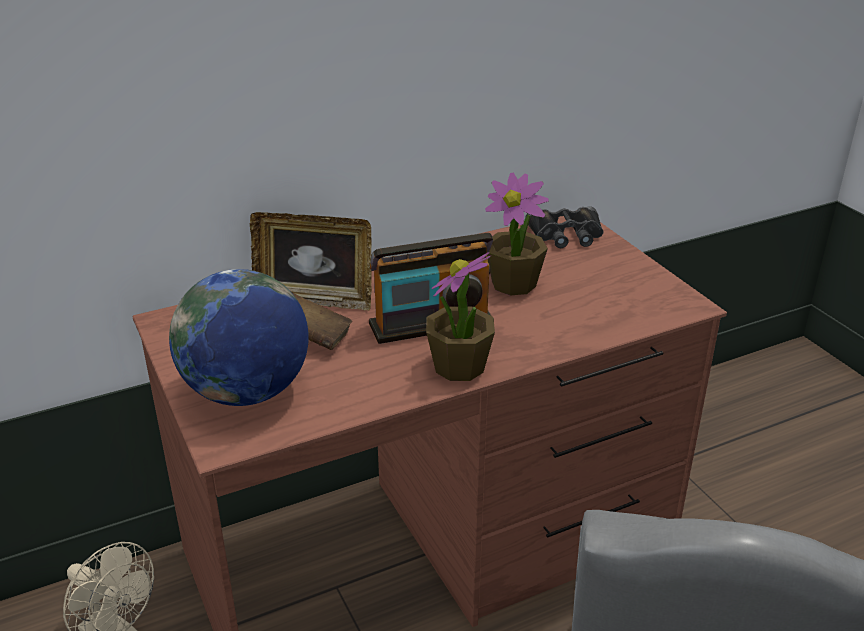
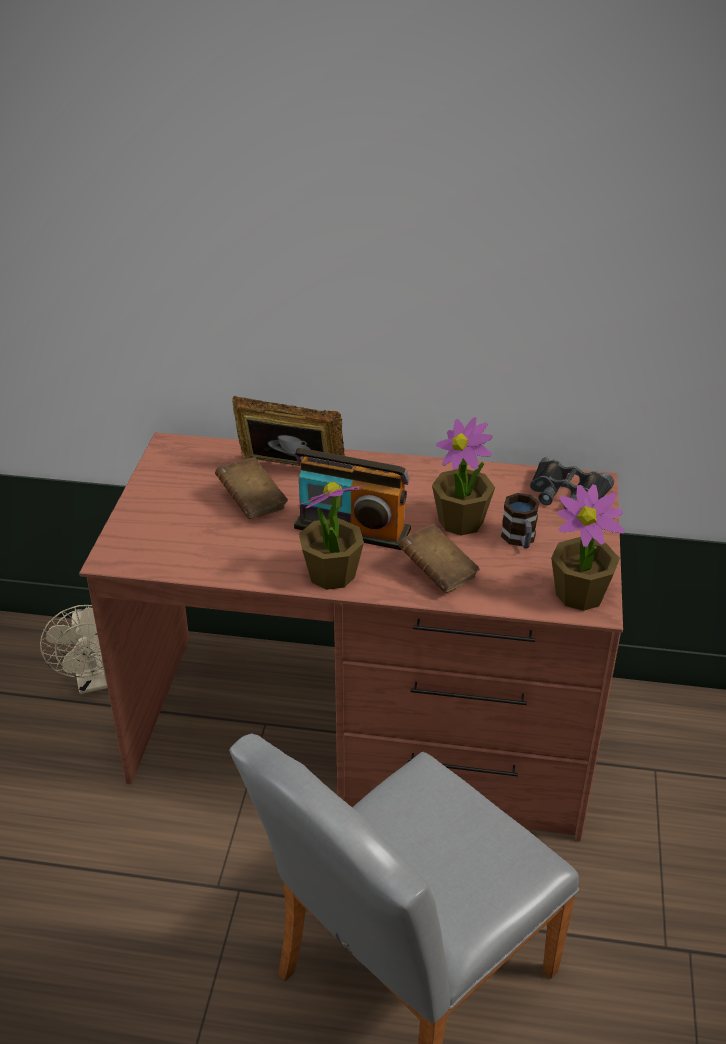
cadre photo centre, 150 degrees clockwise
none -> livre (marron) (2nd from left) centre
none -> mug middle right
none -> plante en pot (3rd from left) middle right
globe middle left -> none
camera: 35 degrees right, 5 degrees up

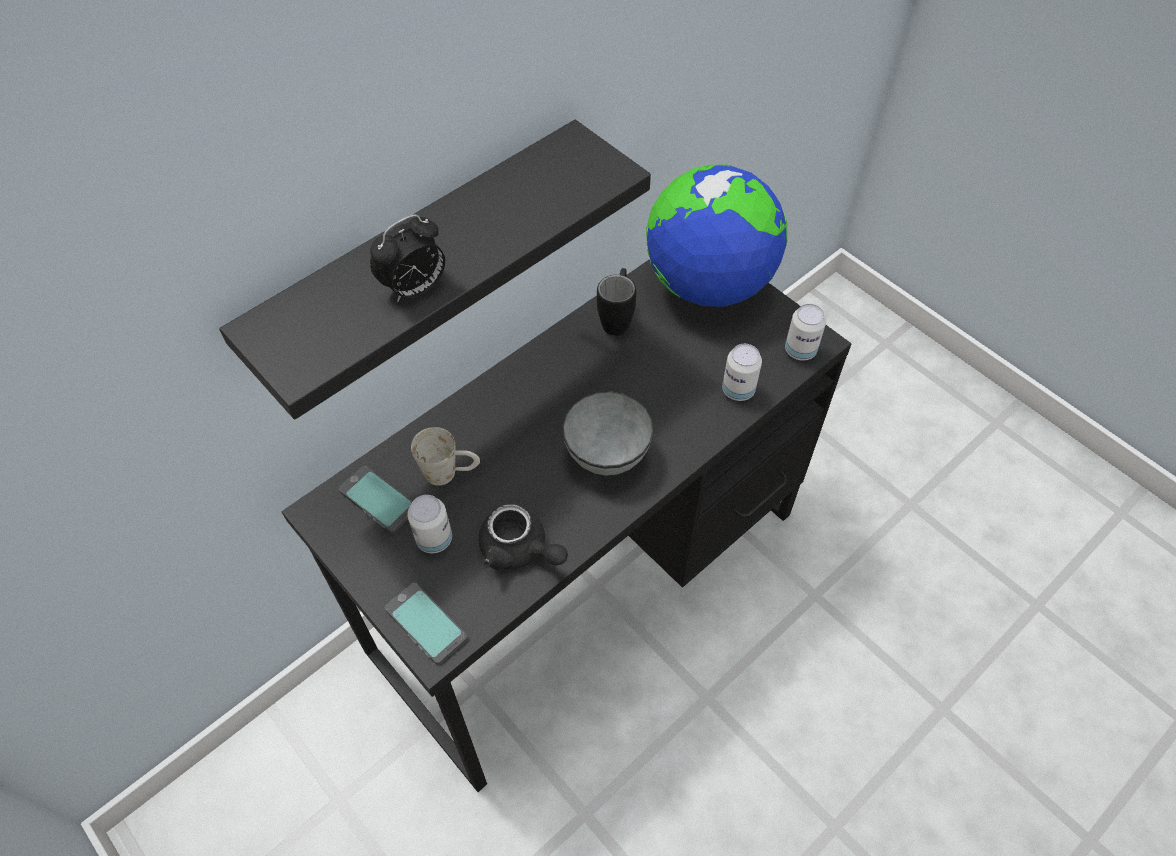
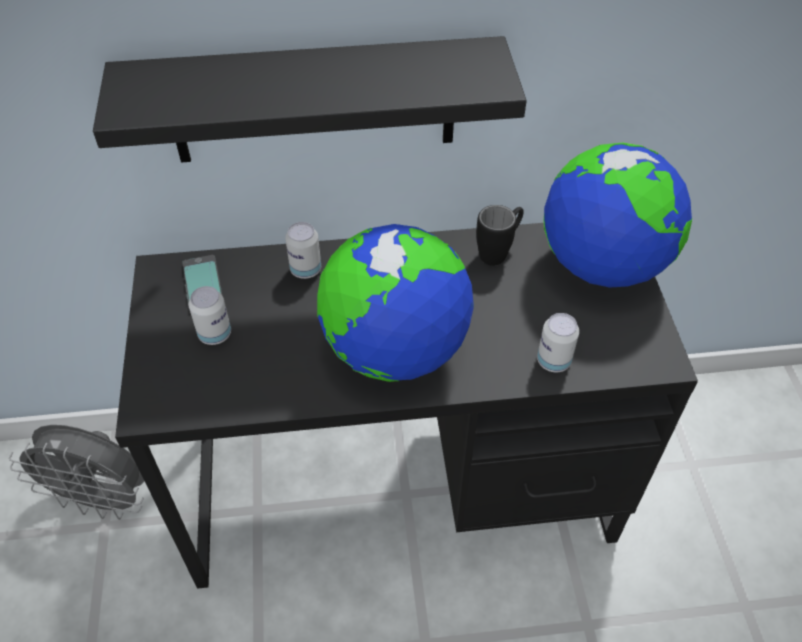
none -> ventilateur (gris) bottom left
boîte métallique (3rd from left in the first image) middle right -> boîte métallique (2nd from left) centre, moved
bol (gris) centre -> globe (1st from left) centre
réveil top centre -> none
téléphone (2nd from left) bottom centre -> none
mug (blanc) centre -> none
théière (noir) centre -> none
camera: 35 degrees right, 5 degrees down

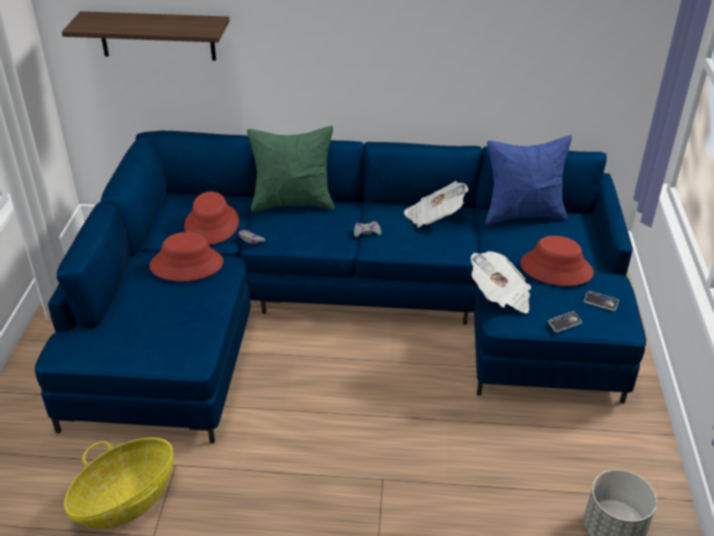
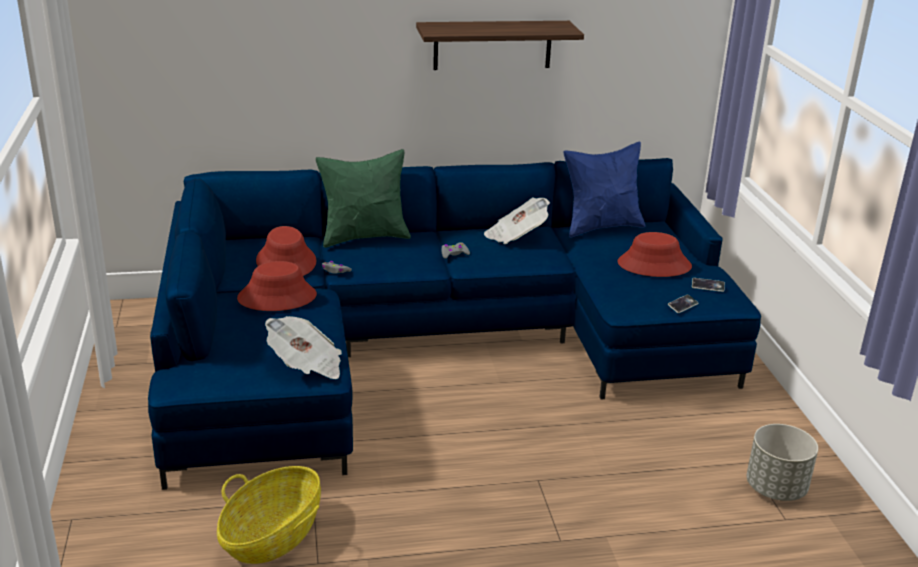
journal (2nd from left in the first image) middle right -> journal (1st from left) middle left, moved
étagère top left -> étagère top centre, moved
camera: 15 degrees left, 10 degrees down

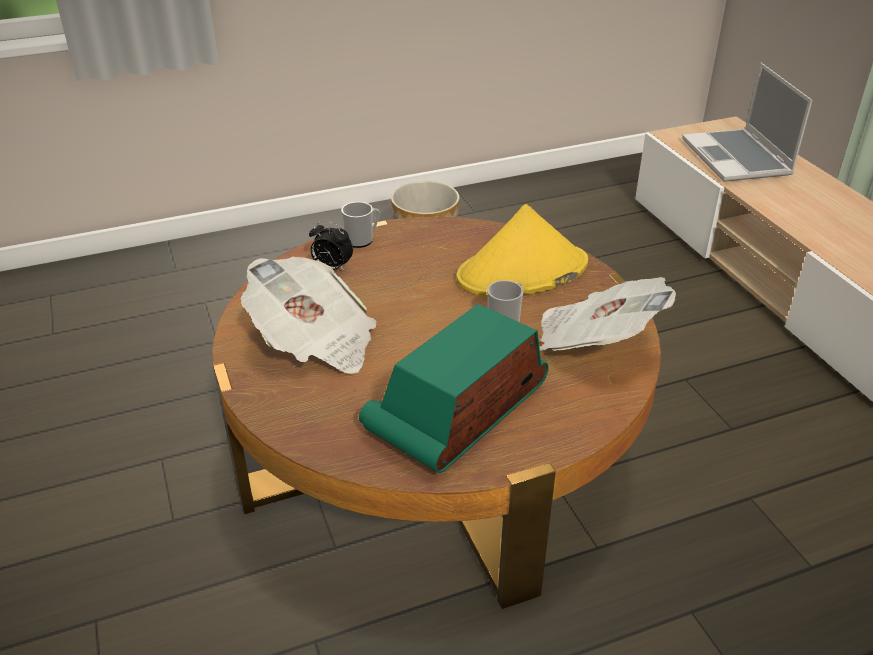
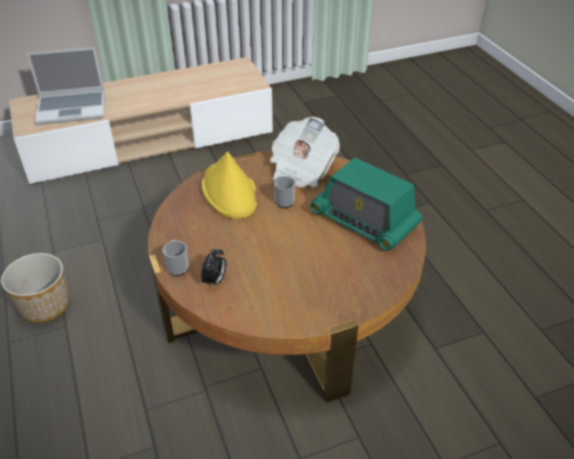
journal (1st from left) centre -> none
camera: 90 degrees left, 5 degrees up

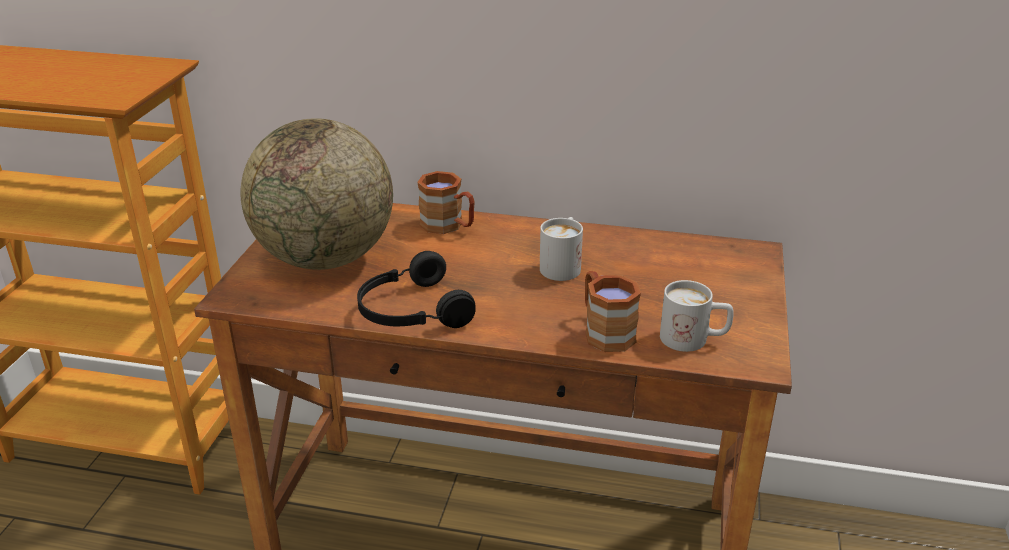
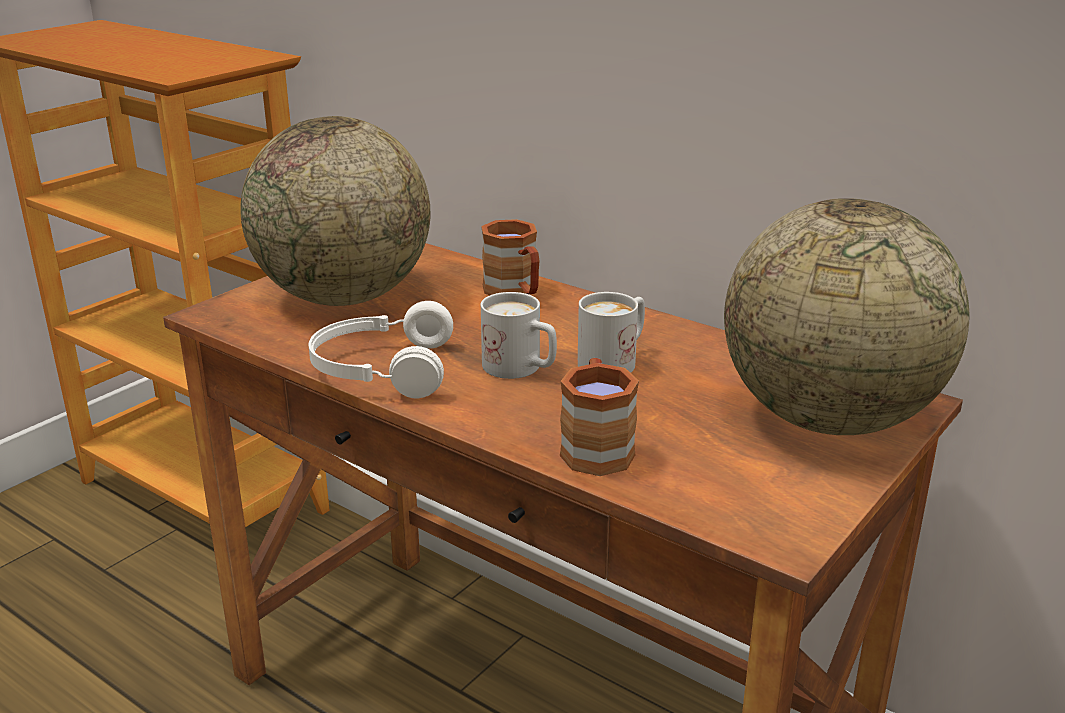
casque audio (noir) centre -> casque audio (blanc) centre
mug (blanc) (2nd from left in the first image) middle right -> mug (blanc) (1st from left) centre, moved
none -> globe (2nd from left) middle right
camera: 25 degrees right, 5 degrees down

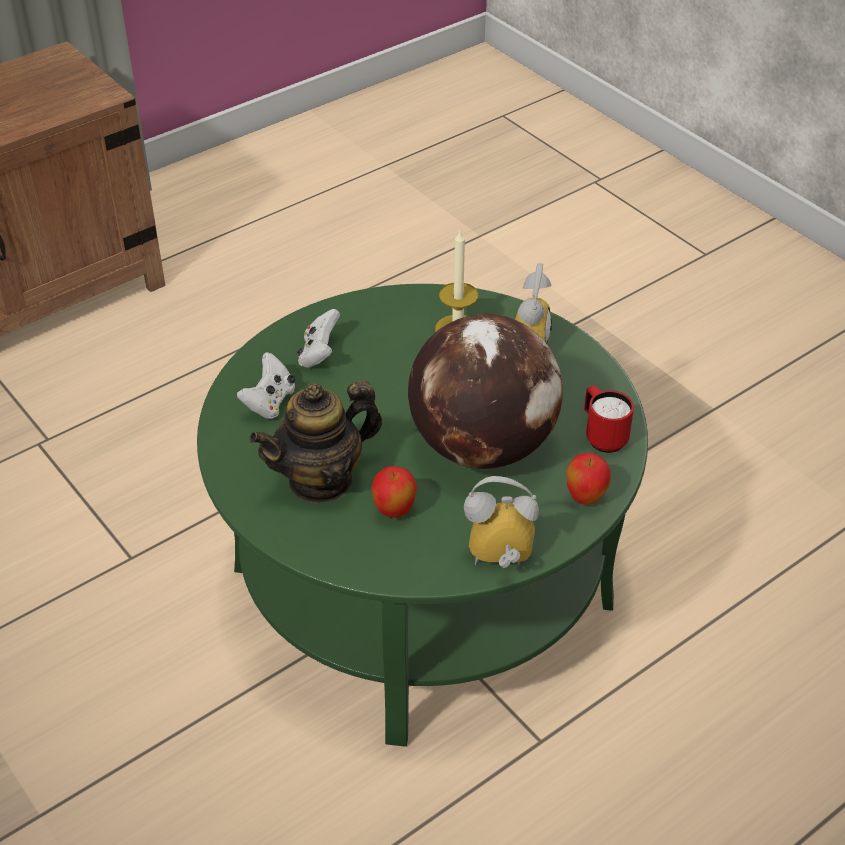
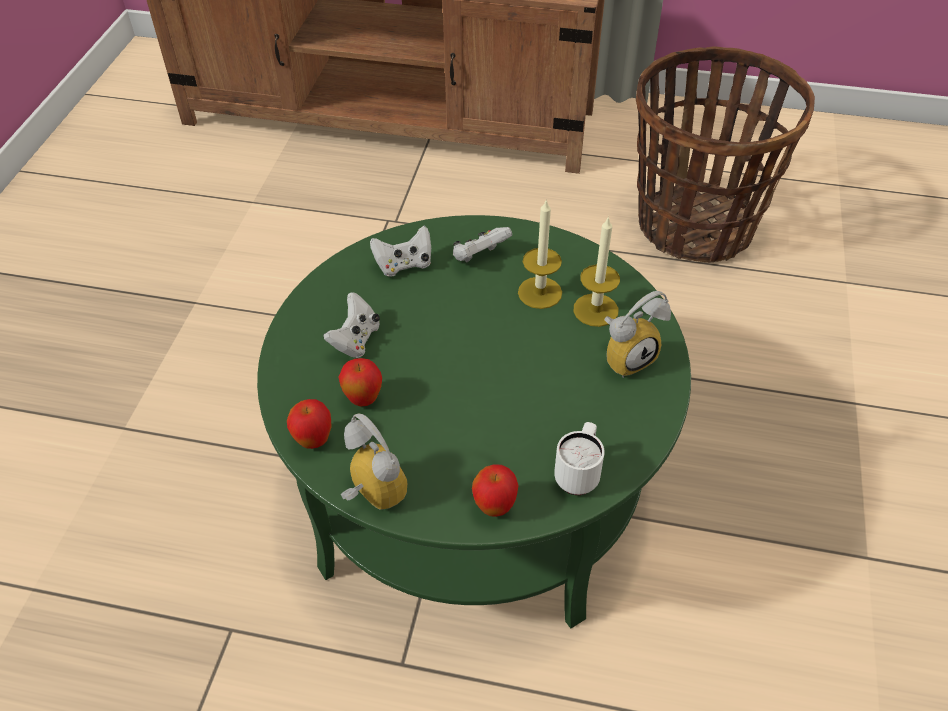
none -> pomme (1st from left) middle left
théière centre -> manette (blanc) (1st from left) centre
none -> bougie (1st from left) centre
mug (rouge) middle right -> mug (blanc) centre
none -> panier top right
globe centre -> none
camera: 50 degrees right, 5 degrees up

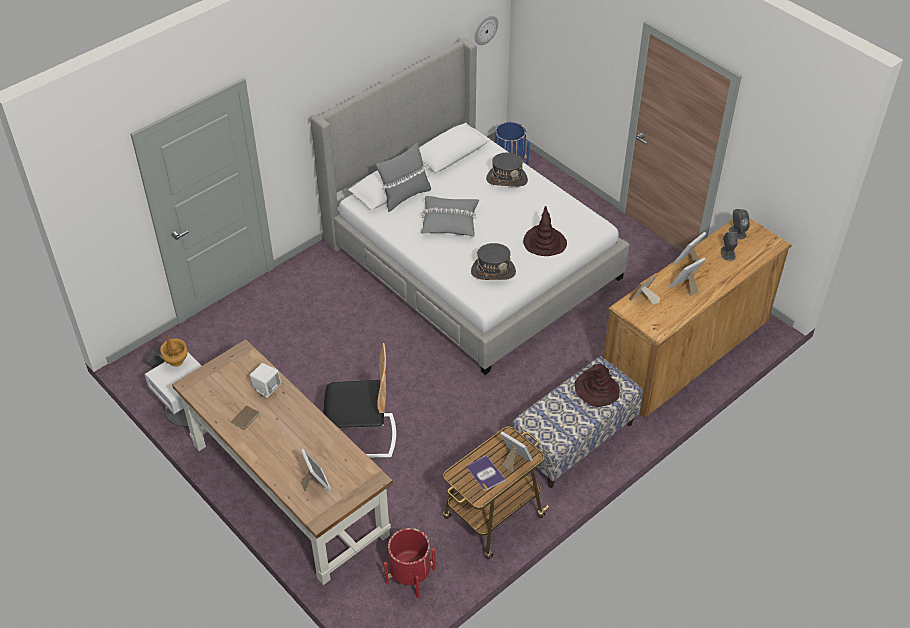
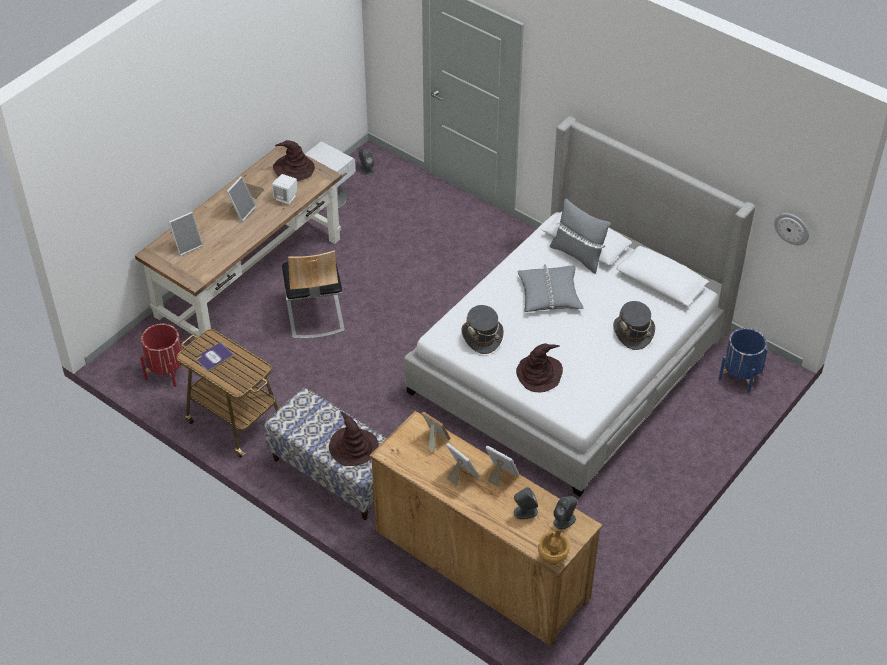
cadre photo (2nd from left) bottom centre -> cadre photo (2nd from left) top left, moved
none -> chapeau (marron) (1st from left) top left
vase (marron) middle left -> vase (marron) bottom centre, moved
camera: 80 degrees right, 0 degrees up

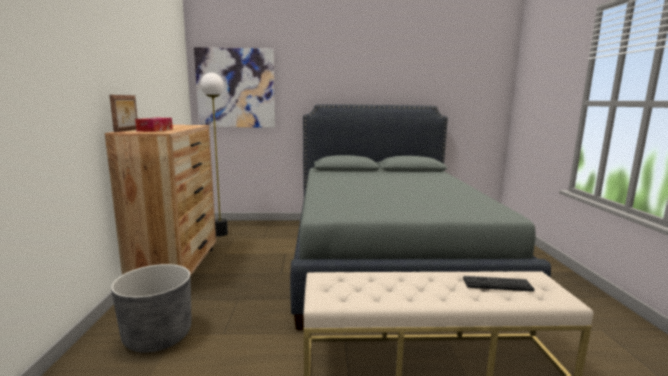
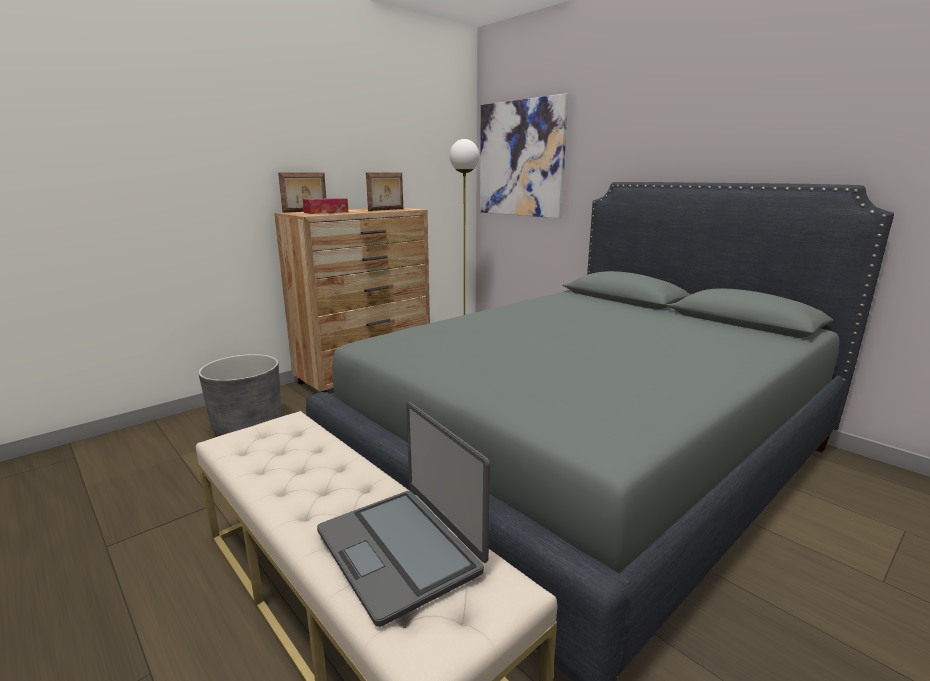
clavier bottom right -> ordinateur portable bottom centre
none -> cadre photo (2nd from left) top centre
camera: 50 degrees right, 5 degrees up

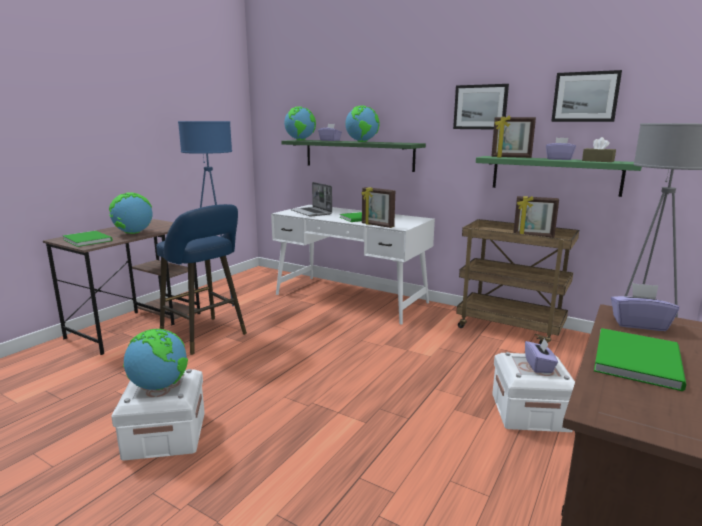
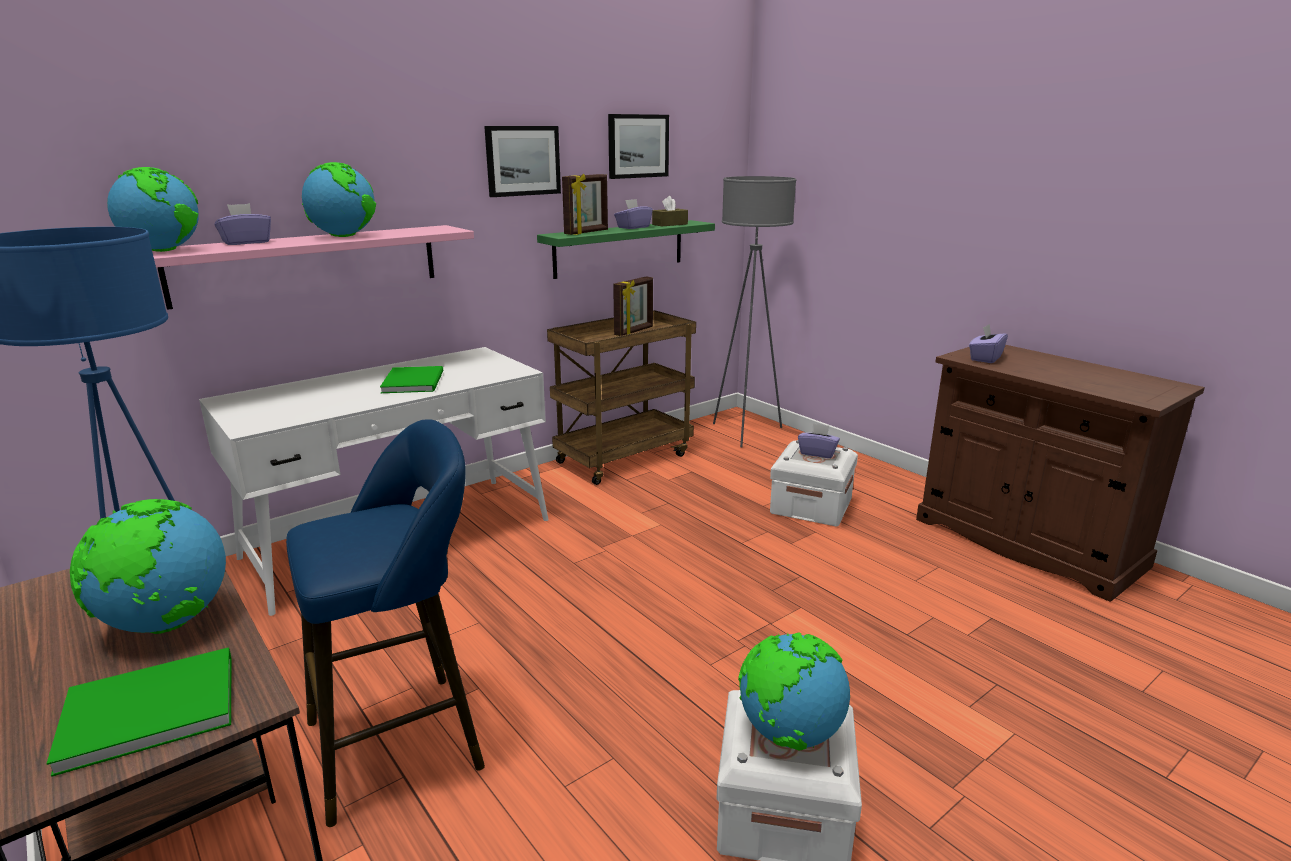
étagère (vert) (1st from left) top centre -> étagère (rose) top left
ordinateur portable centre -> none
cadre photo (1st from left) centre -> none
livre (vert) (3rd from left) bottom right -> none
camera: 70 degrees left, 5 degrees up

